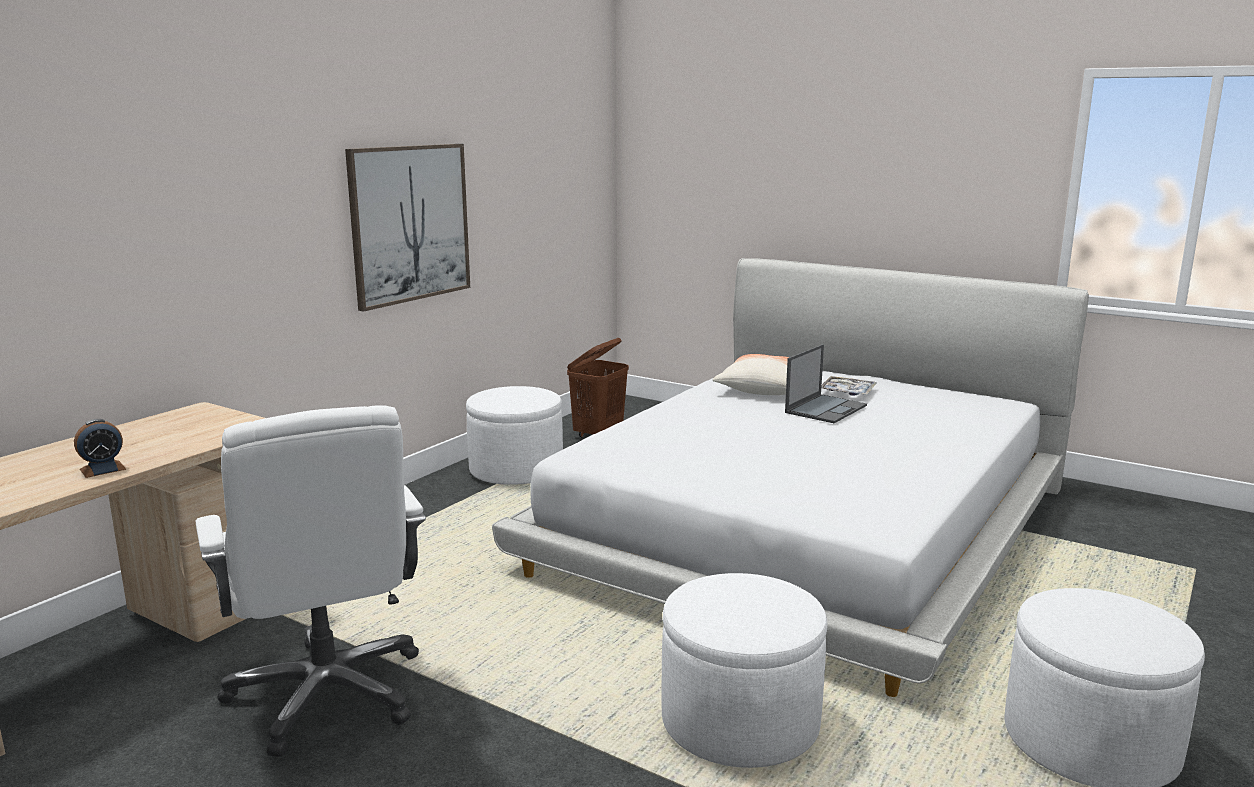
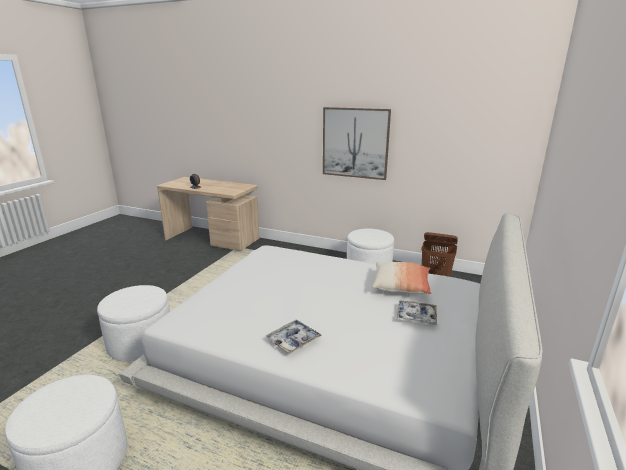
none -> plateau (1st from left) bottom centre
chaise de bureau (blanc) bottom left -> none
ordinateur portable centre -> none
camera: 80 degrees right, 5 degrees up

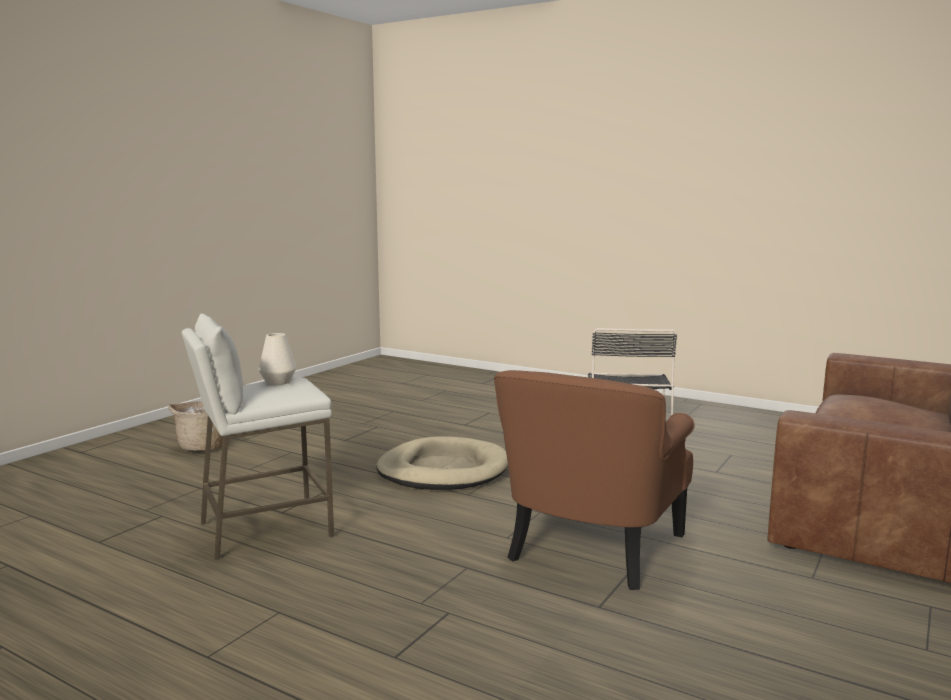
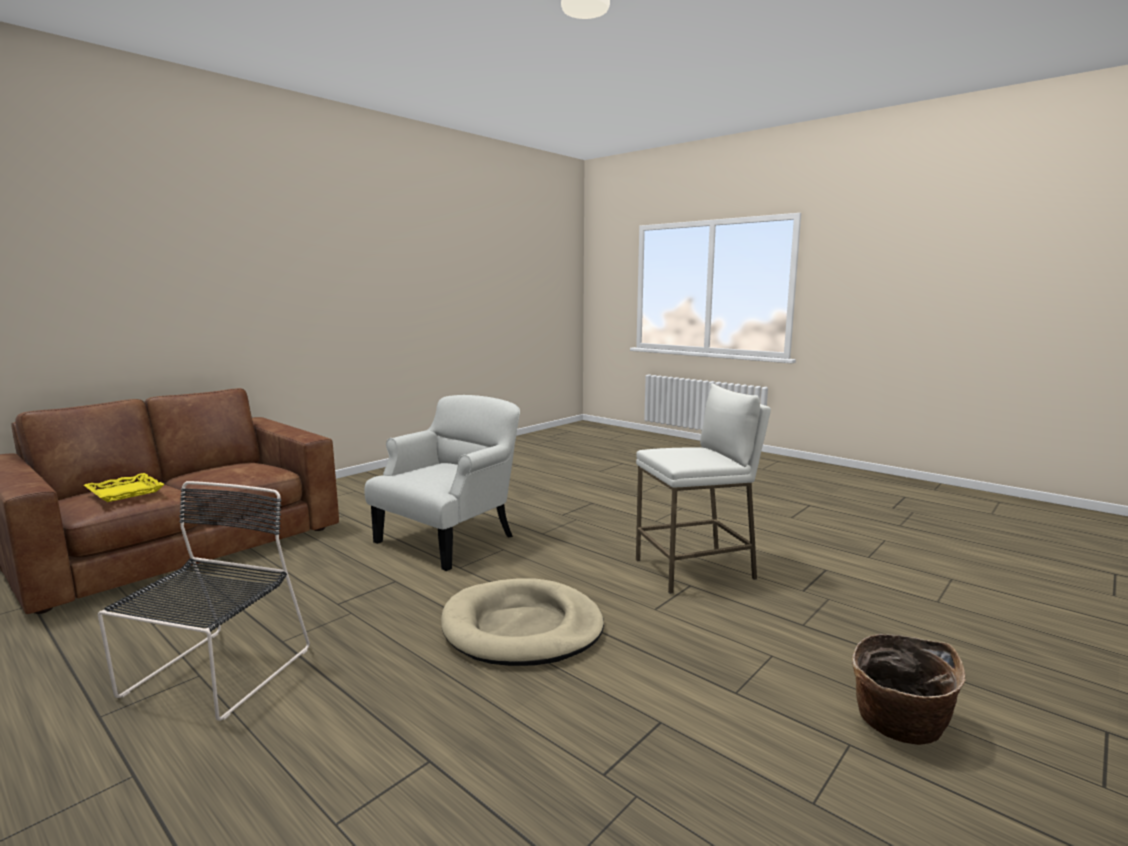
none -> plateau (jaune) middle left
fauteuil (marron) bottom centre -> fauteuil (blanc) centre
vase (blanc) middle left -> none
camera: 170 degrees left, 0 degrees up

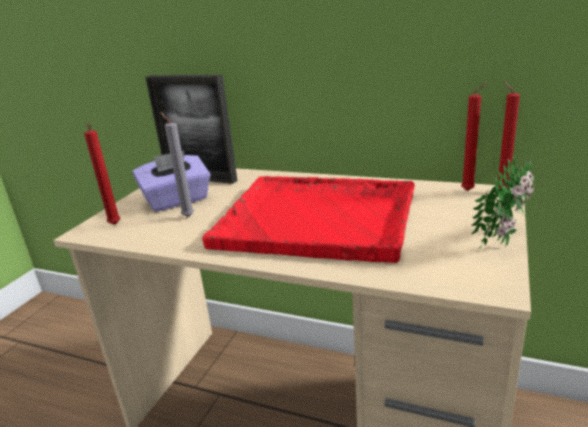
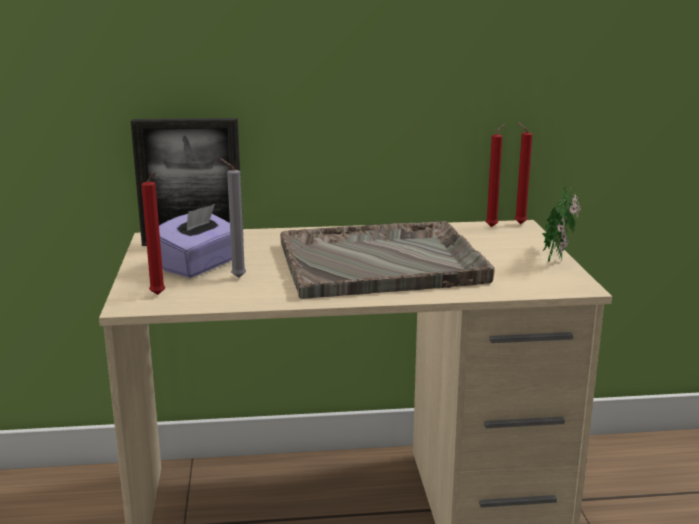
plateau (rouge) centre -> plateau (gris) centre
camera: 30 degrees left, 5 degrees down

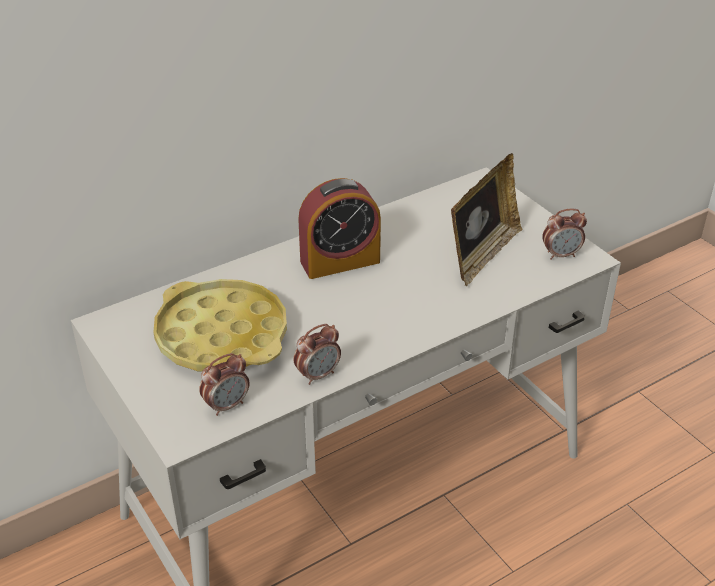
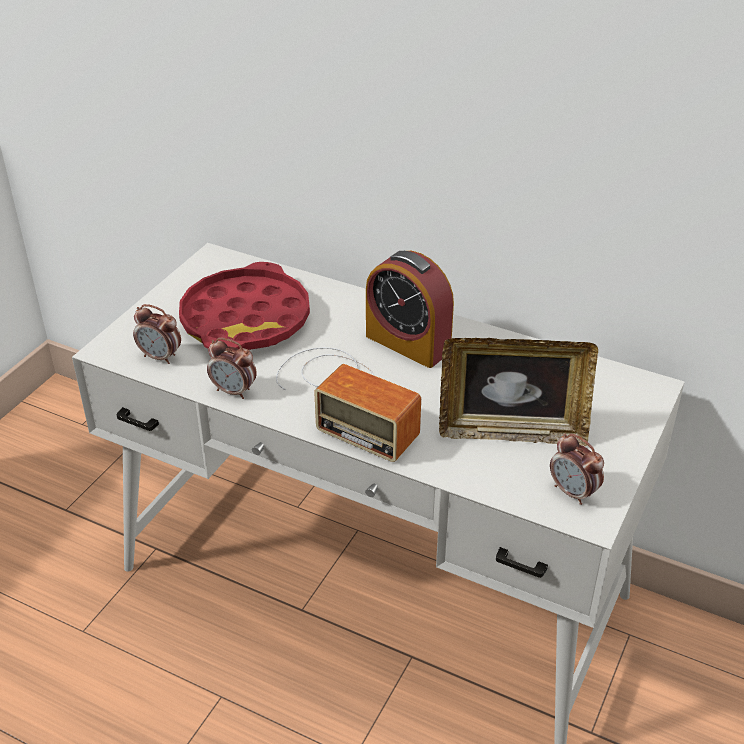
plateau (jaune) middle left -> plateau (rouge) middle left
none -> radio centre
camera: 60 degrees right, 0 degrees up

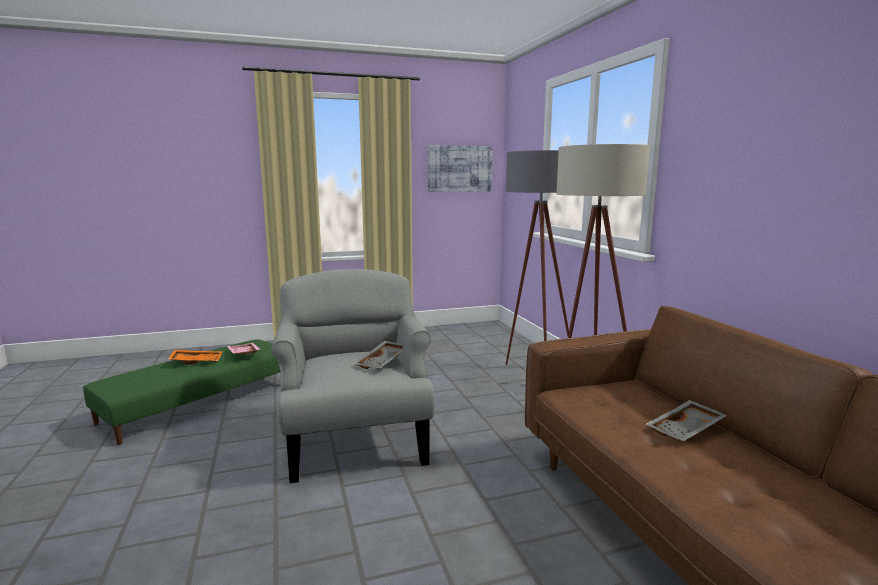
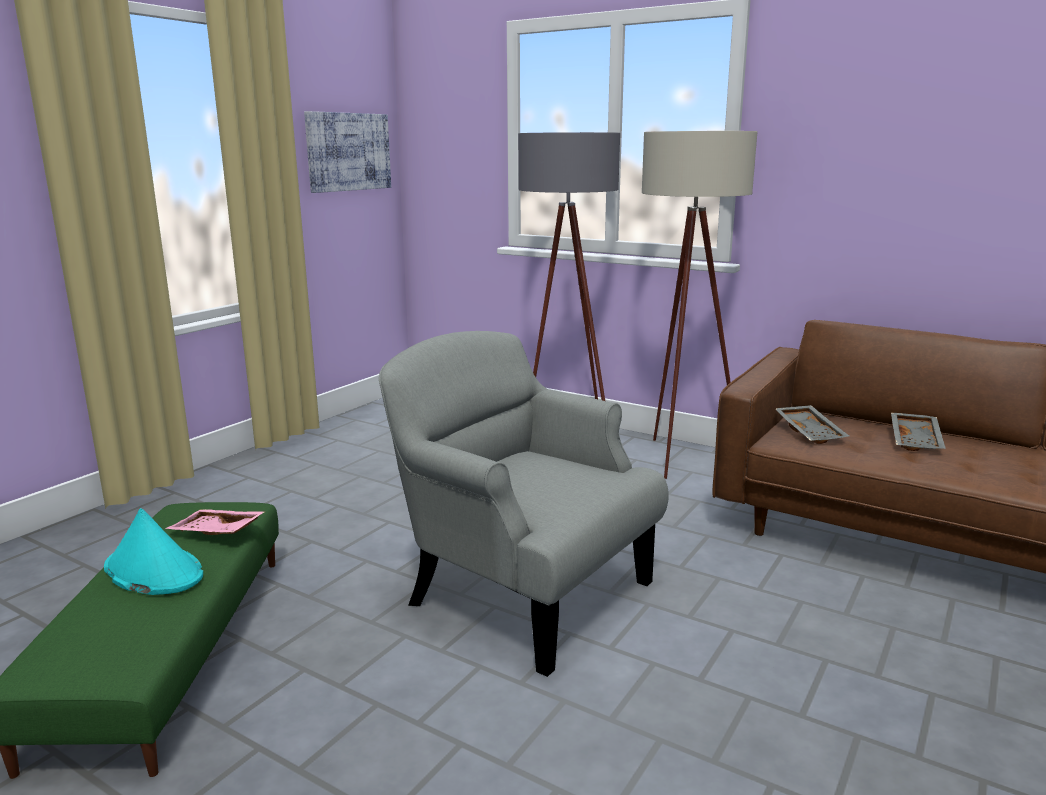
plateau (orange) middle left -> chapeau (turquoise) bottom left
plateau (gris) (1st from left) centre -> plateau (gris) (1st from left) middle right, moved
camera: 40 degrees left, 5 degrees up

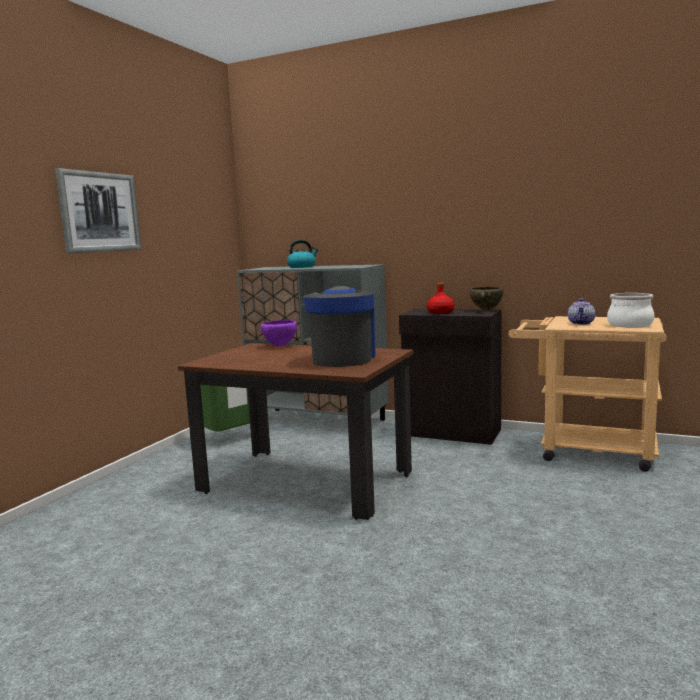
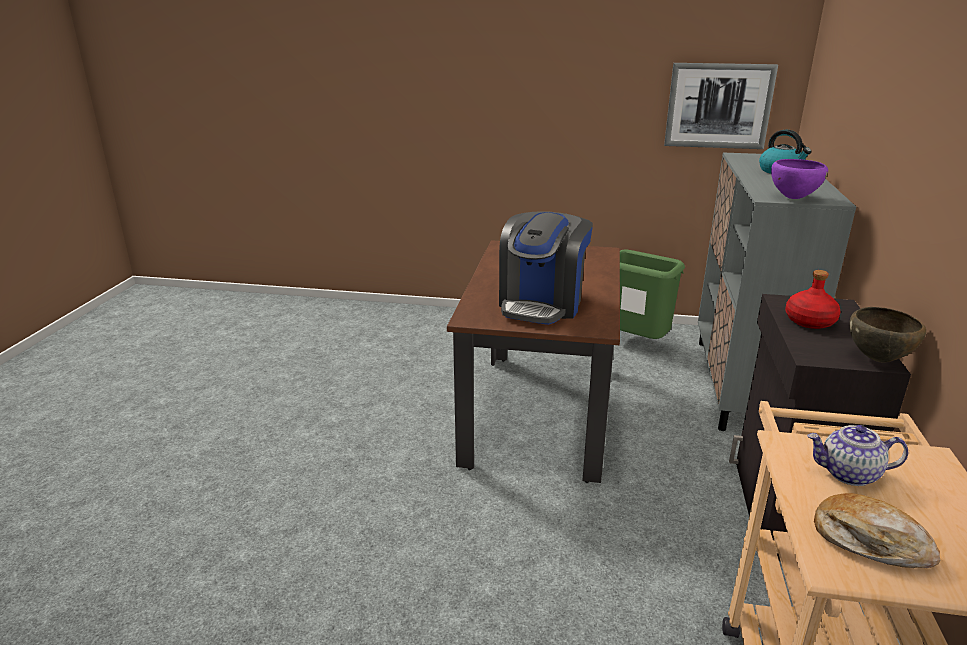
machine à café centre, 120 degrees clockwise
tableau top left -> tableau top right, moved
bol (violet) centre -> bol (violet) top right, moved
marmite middle right -> pain bottom right
camera: 75 degrees right, 15 degrees up

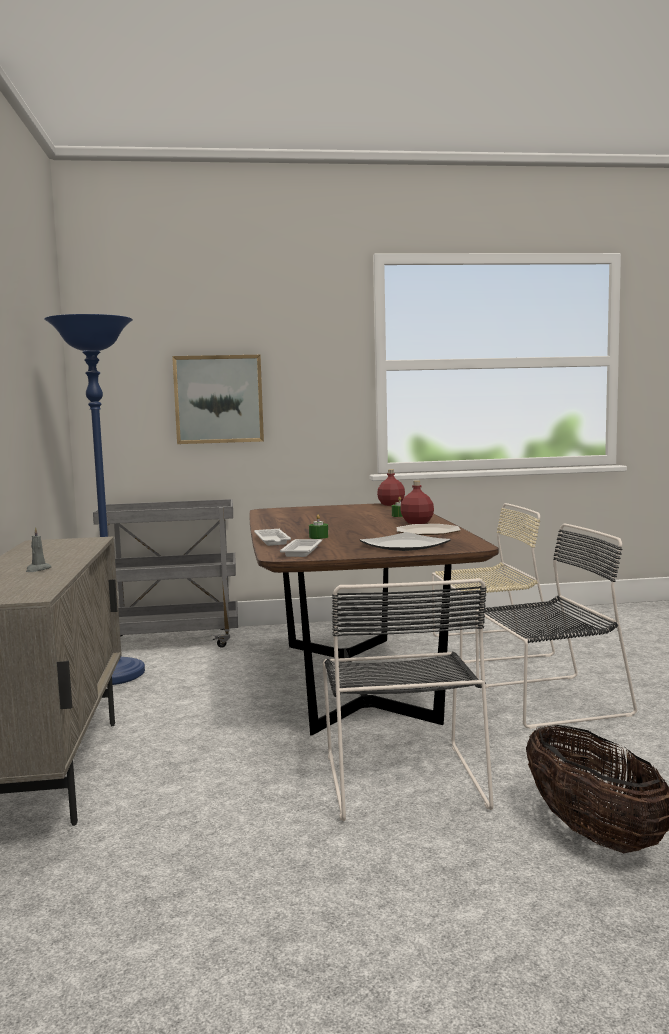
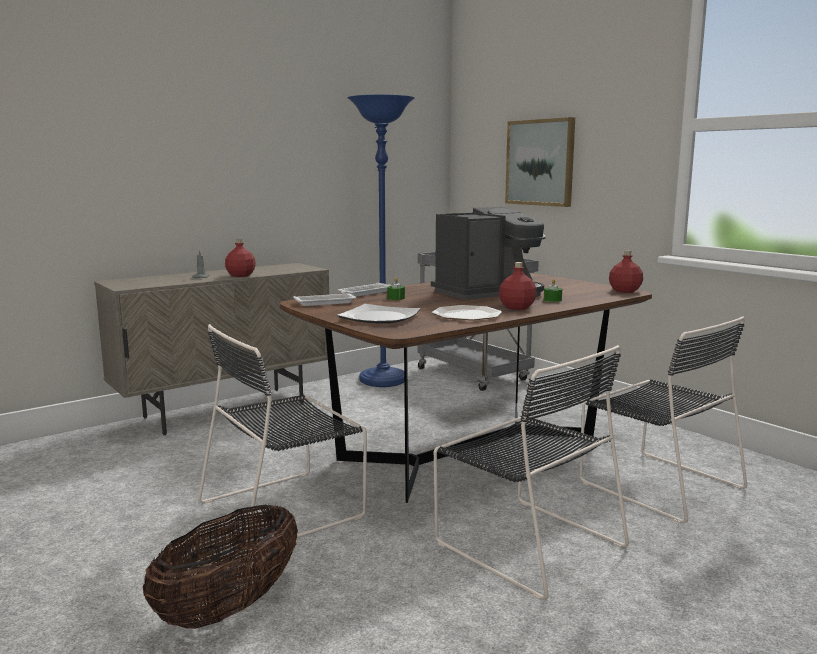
none -> bouteille (rouge) (1st from left) middle left
none -> machine à café centre
chaise (beige) middle right -> chaise (noir) (3rd from left) middle right
camera: 60 degrees right, 5 degrees up

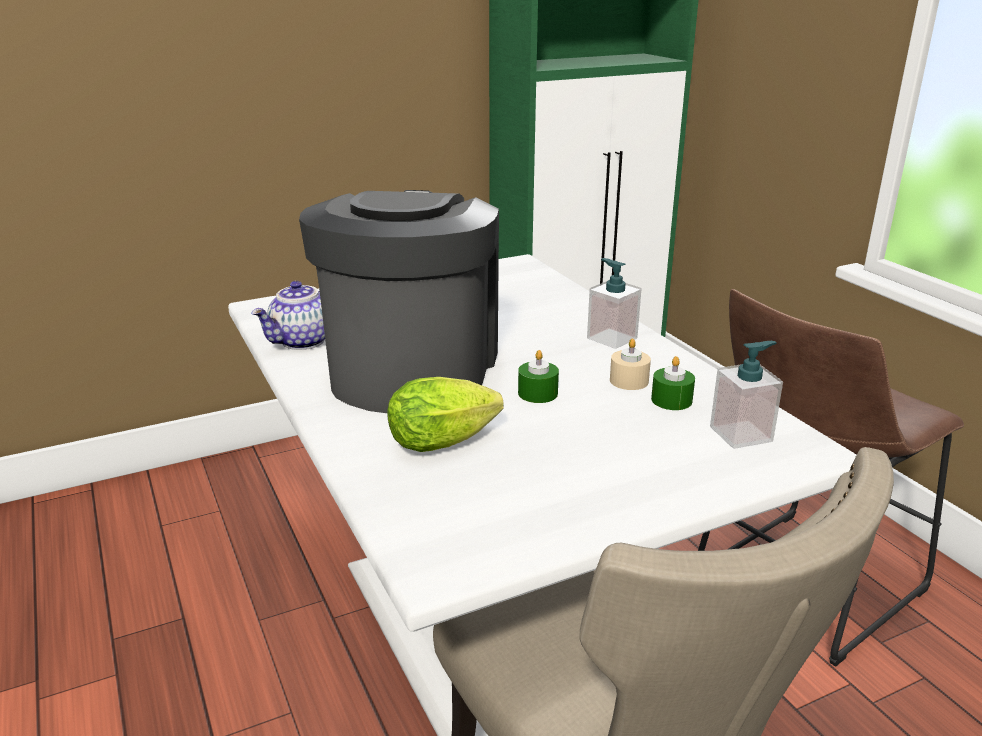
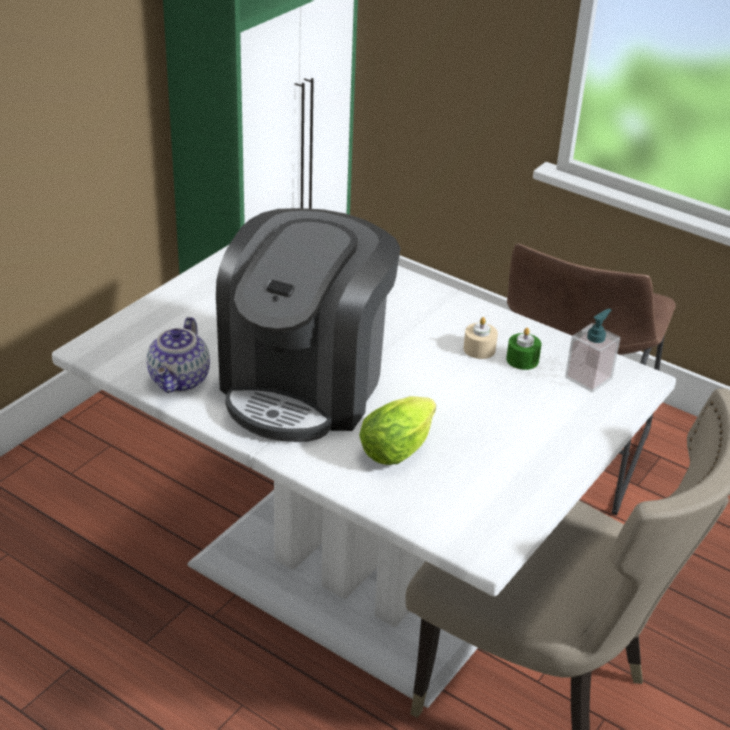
machine à café centre, 135 degrees counterclockwise
bougie (vert) (1st from left) centre -> none
distributeur de savon (1st from left) centre -> none
camera: 30 degrees left, 10 degrees up

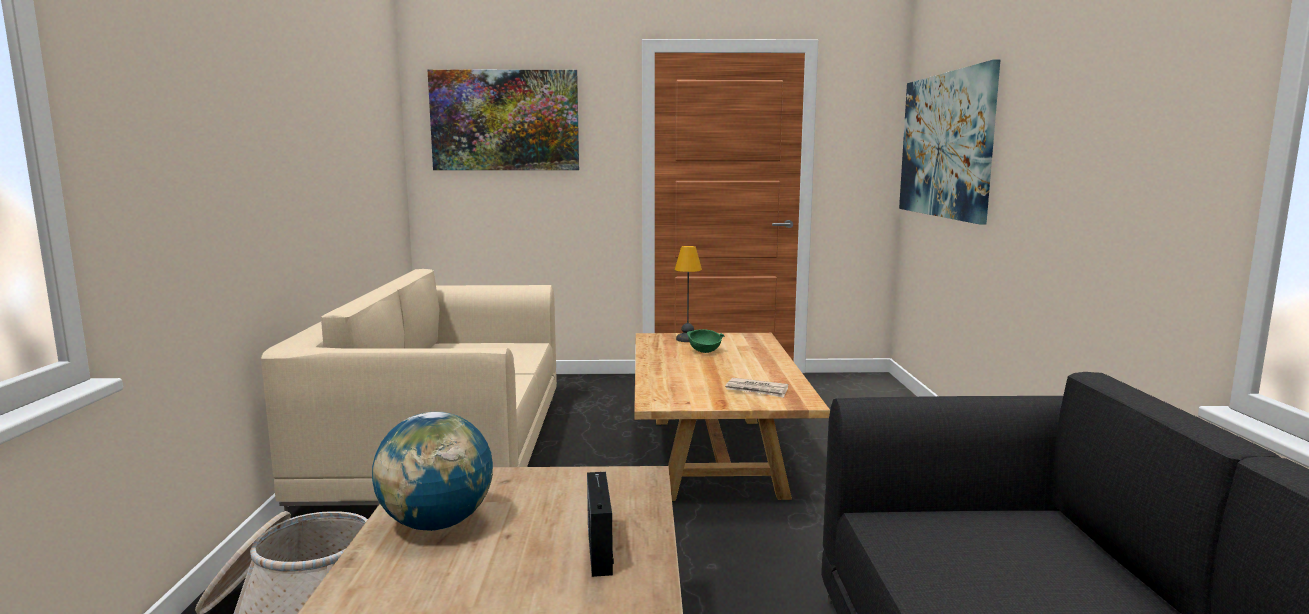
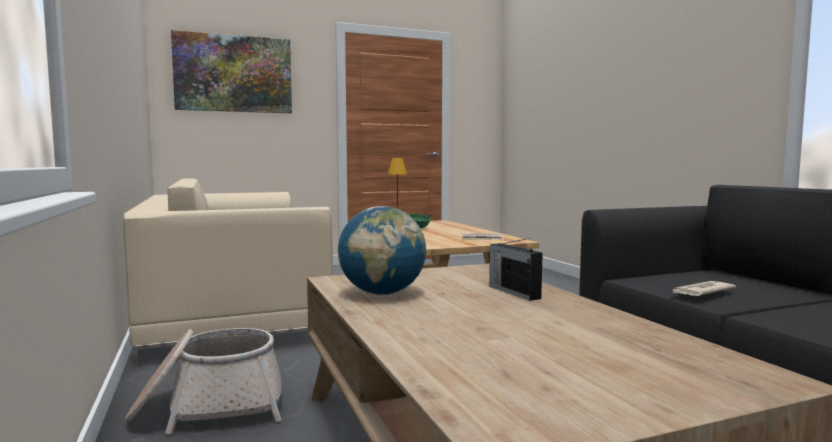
none -> journal (2nd from left) middle right
tableau (2nd from left) top right -> none
camera: 20 degrees left, 5 degrees down

